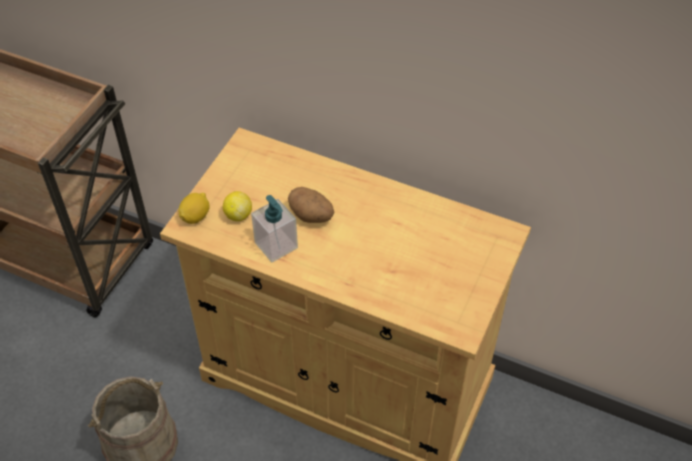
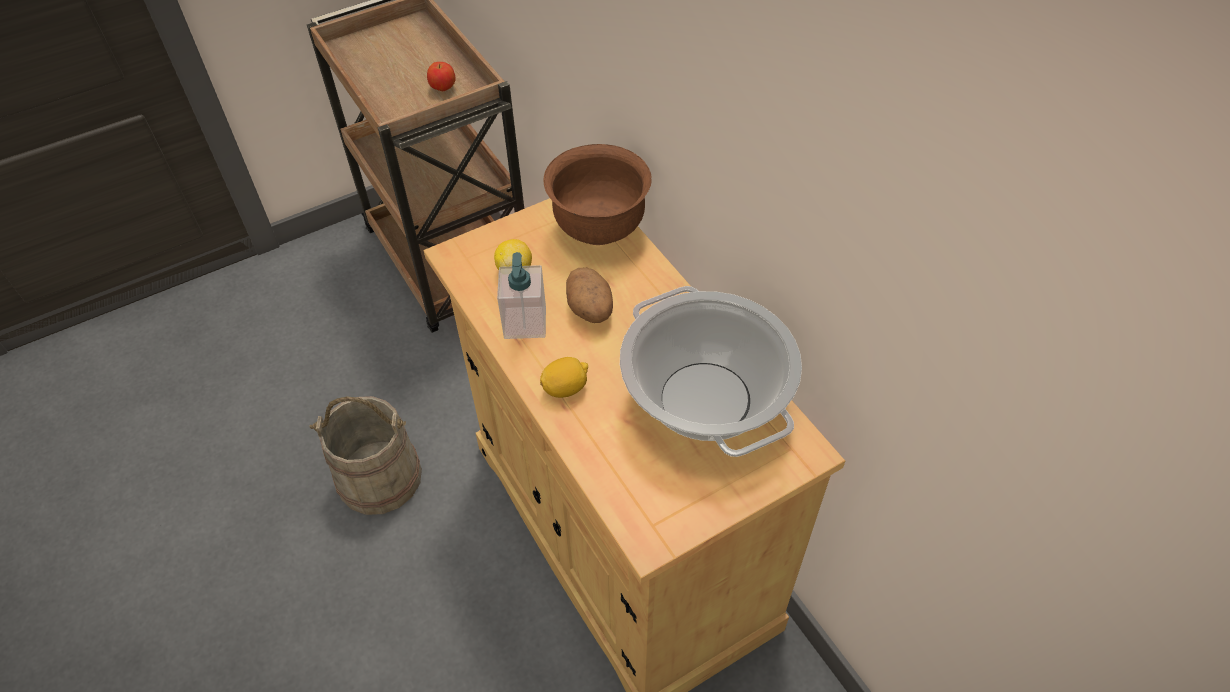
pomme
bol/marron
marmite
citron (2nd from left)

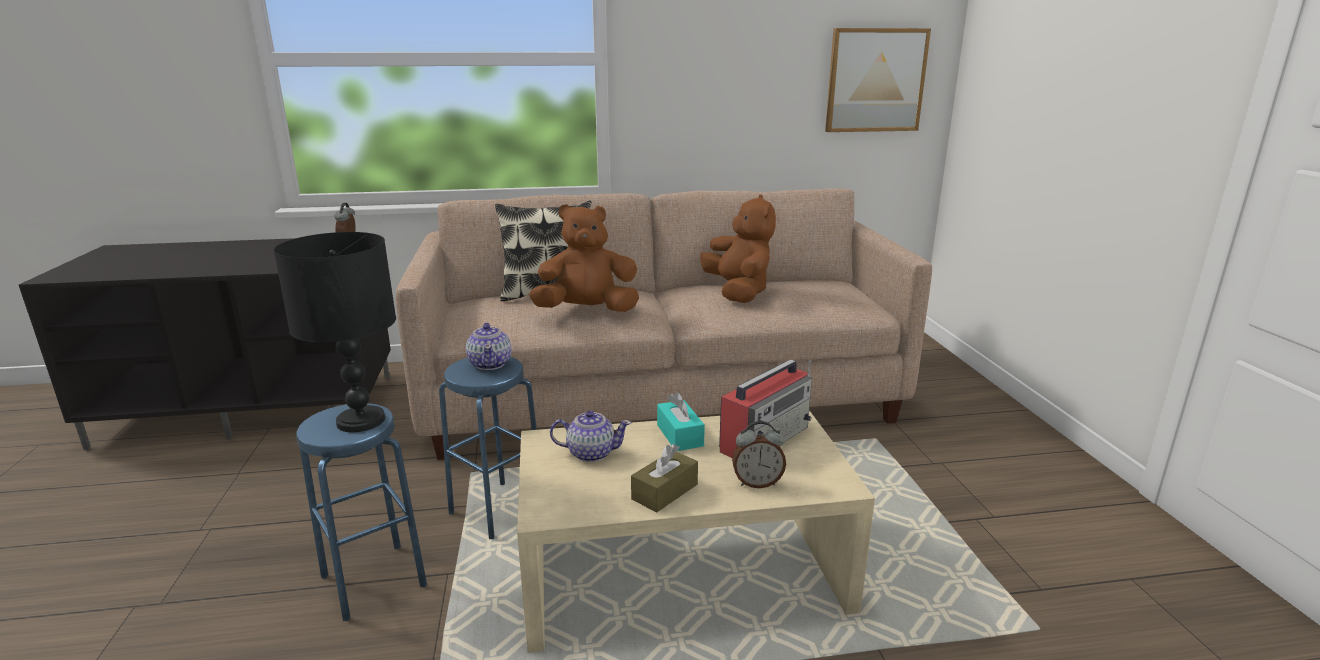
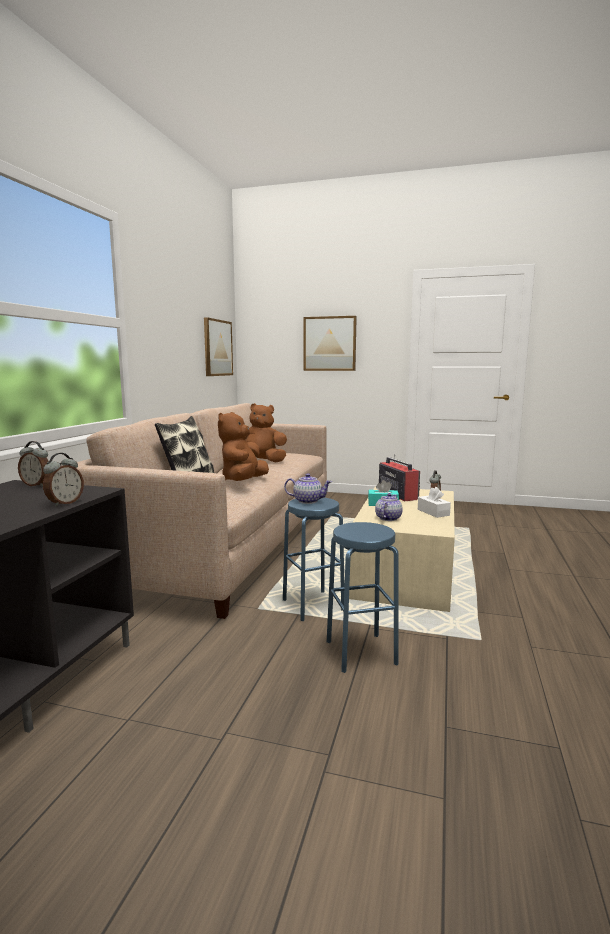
lampe de table/noir
réveil (2nd from left)
tableau (2nd from left)
boîte à mouchoirs/blanc

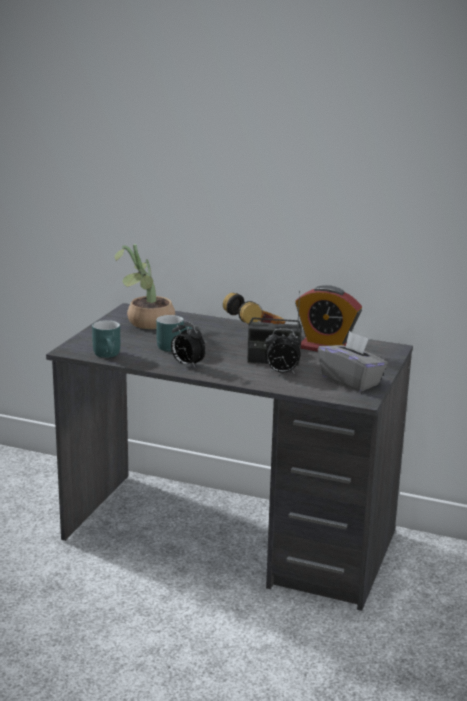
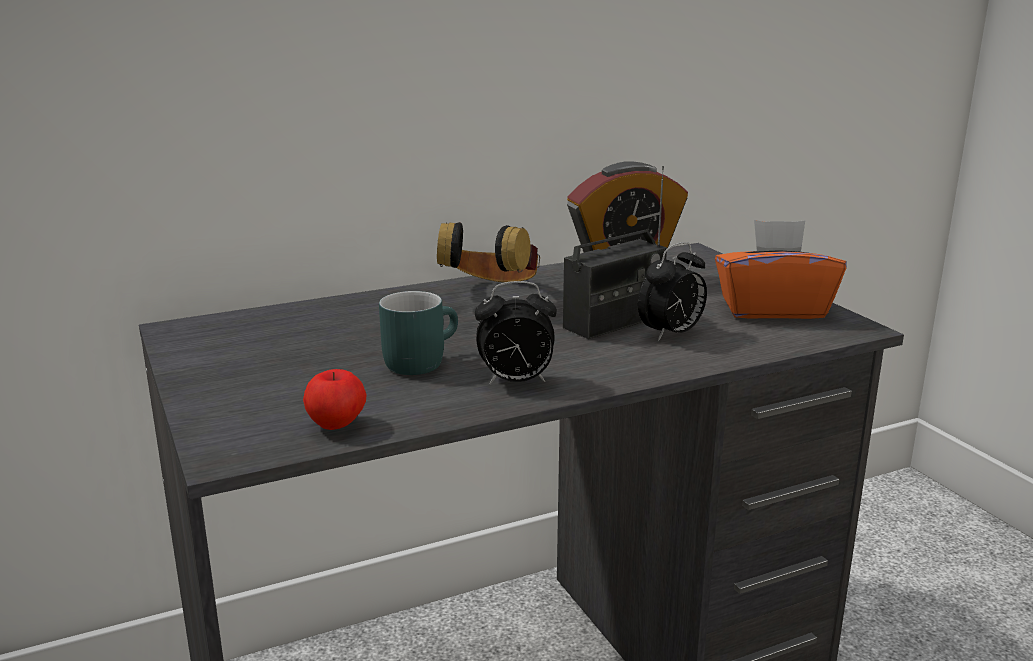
plante en pot
pomme
boîte à mouchoirs/orange

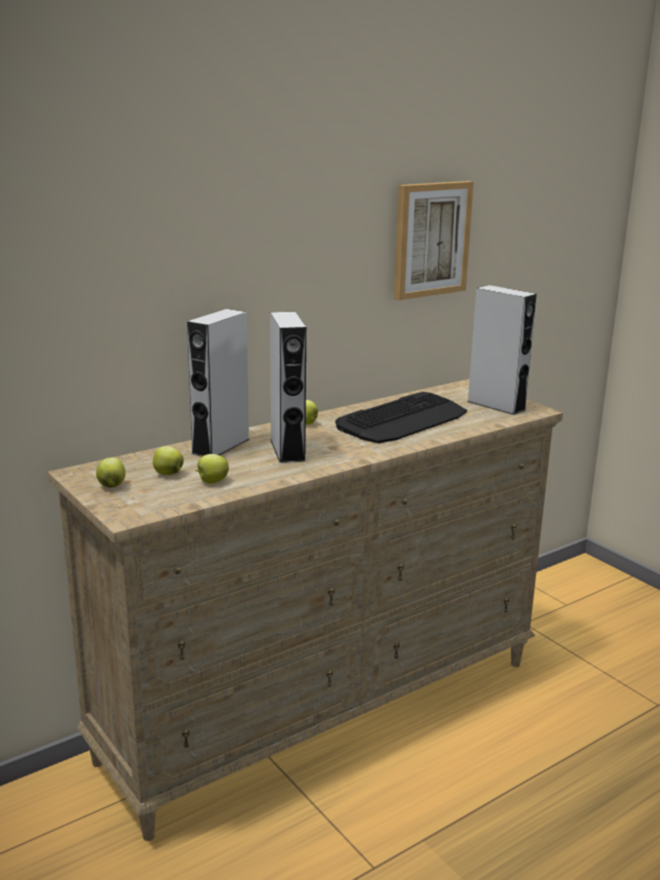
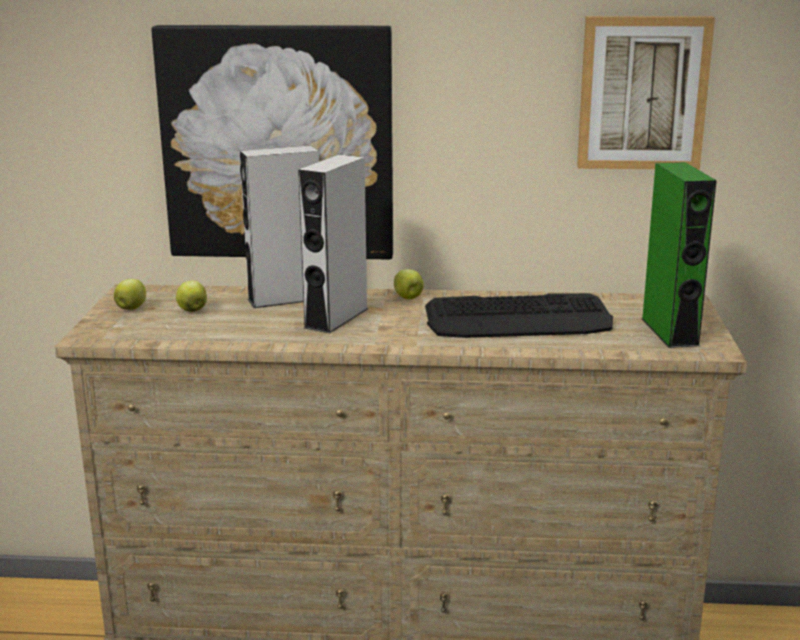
pomme (3rd from left in the first image)
tableau (1st from left)
enceinte/vert

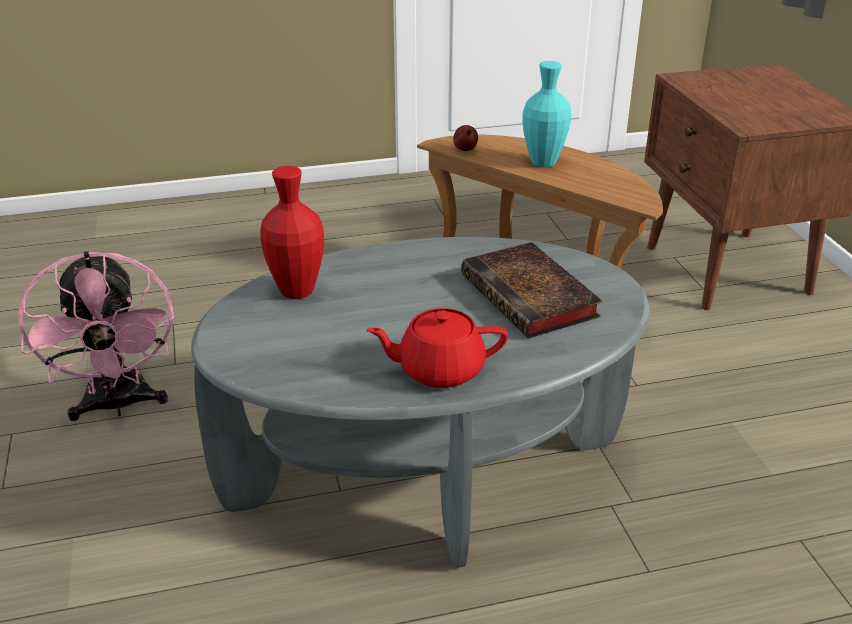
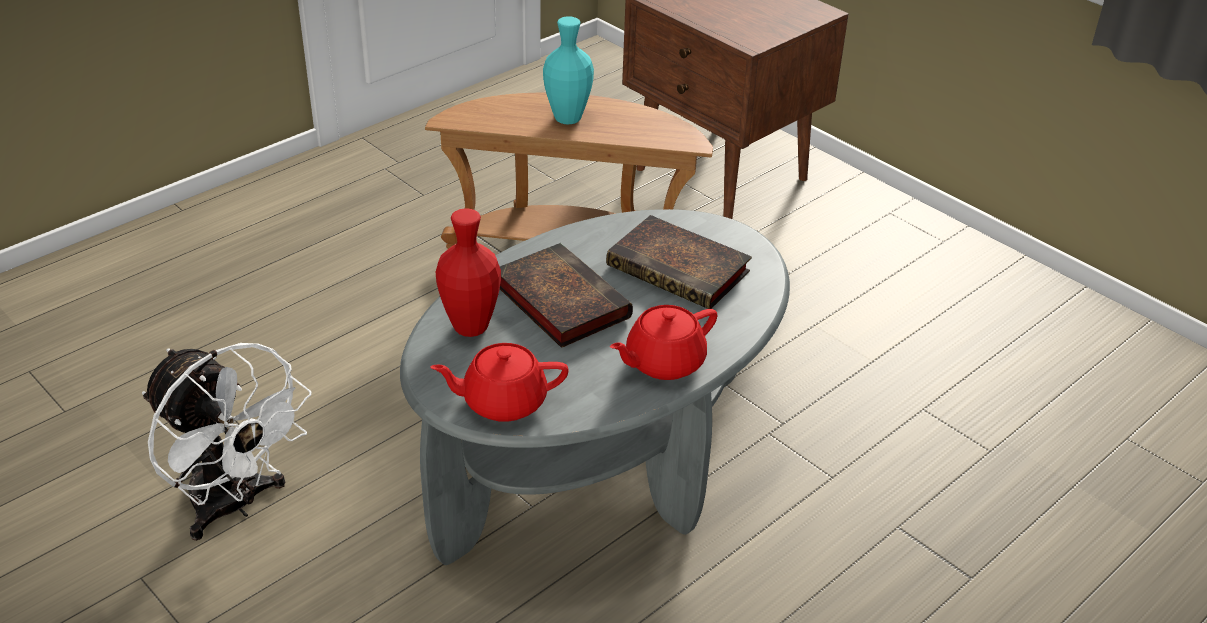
pomme
théière/rouge (1st from left)
livre (1st from left)
ventilateur/blanc

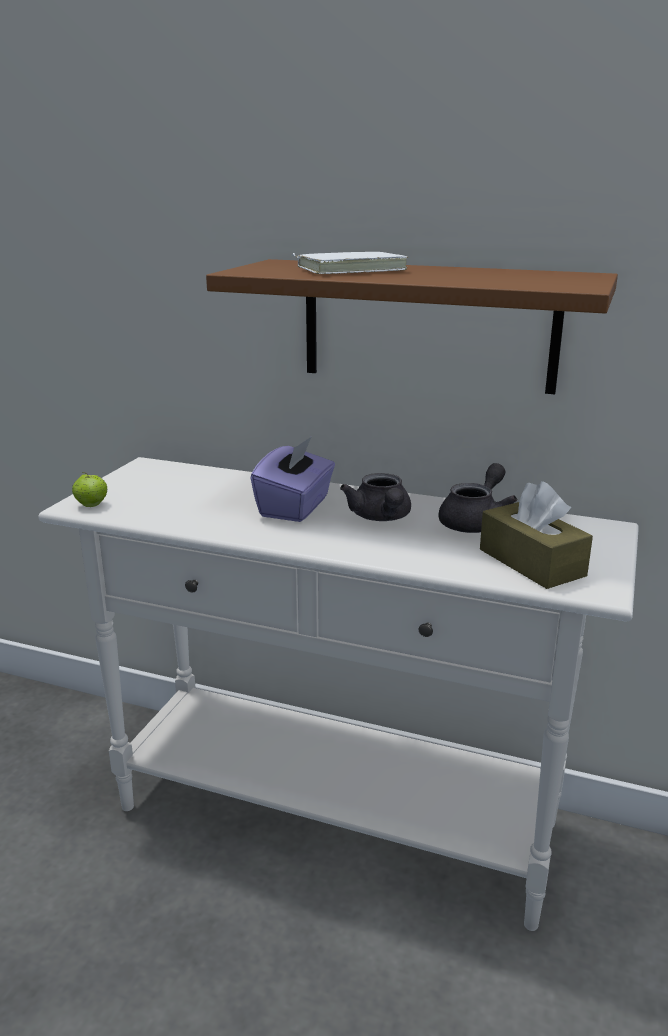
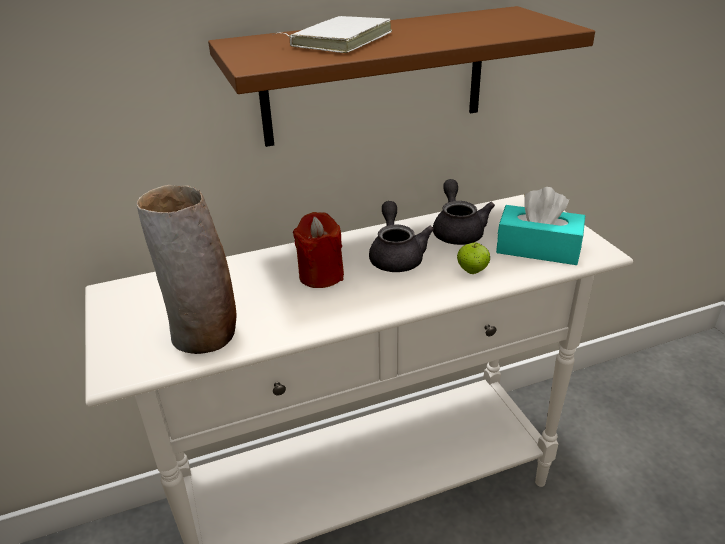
vase
pomme
bougie/rouge
boîte à mouchoirs/turquoise
théière/gris (1st from left)

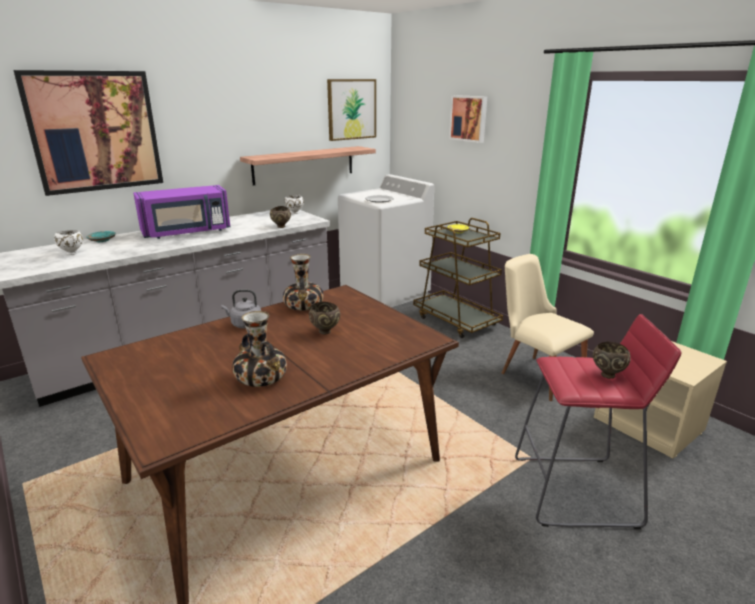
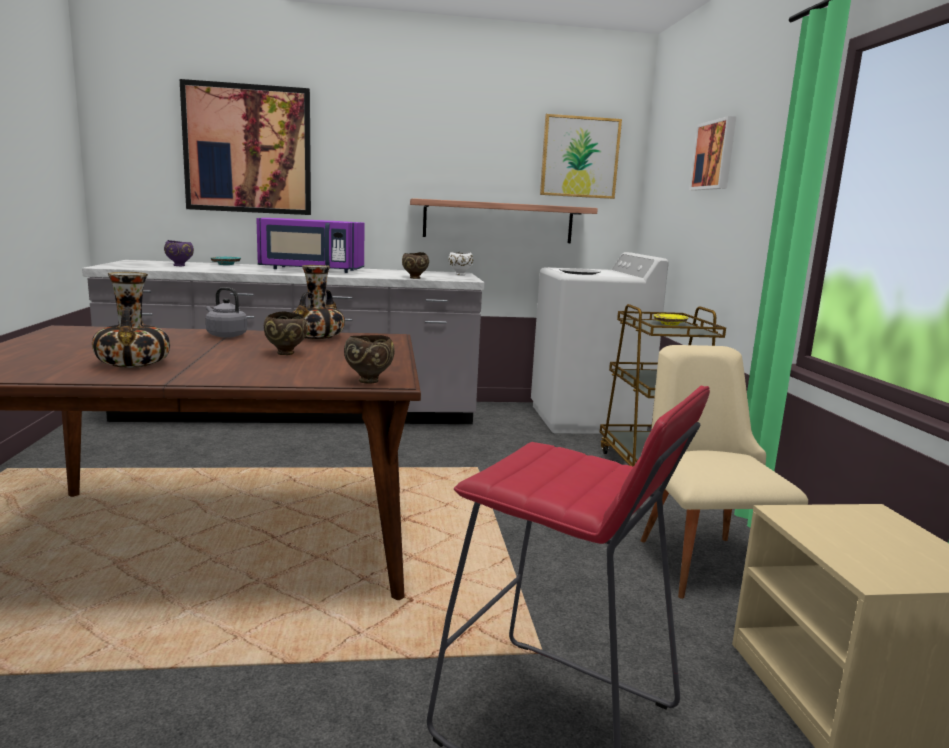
bol/marron (2nd from left)
bol/violet

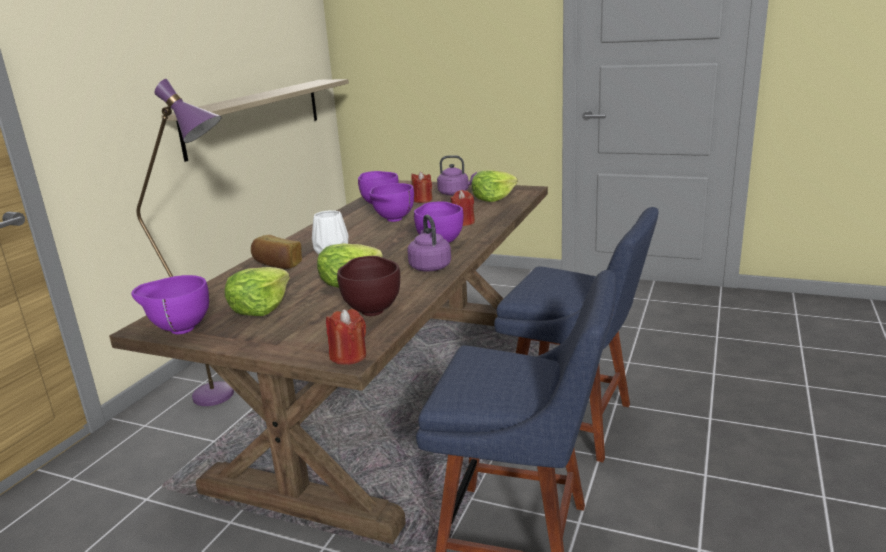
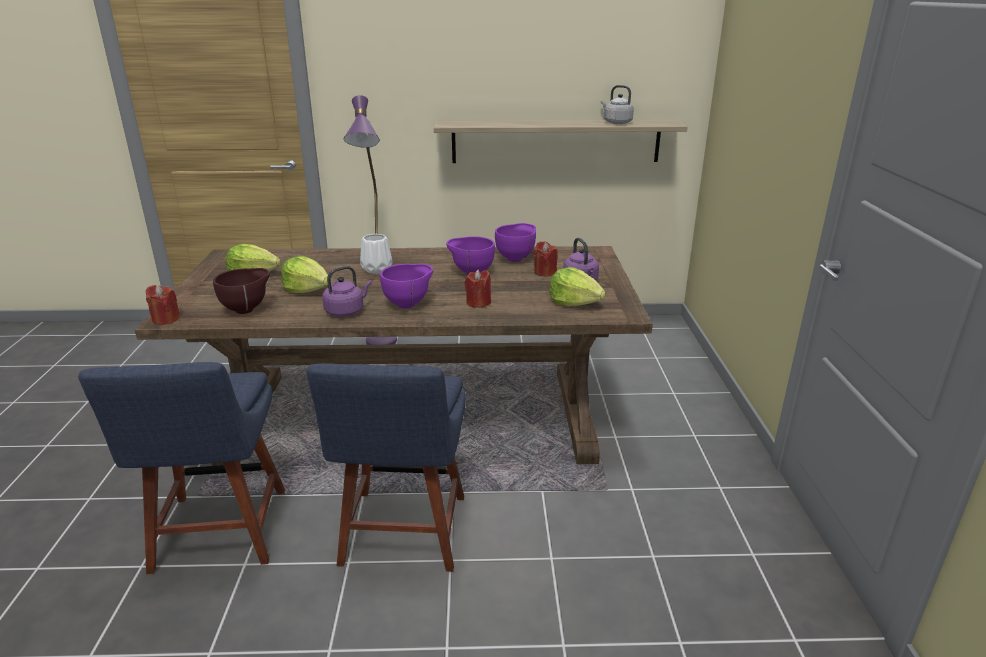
bol/violet (1st from left in the first image)
pain
bouilloire/gris

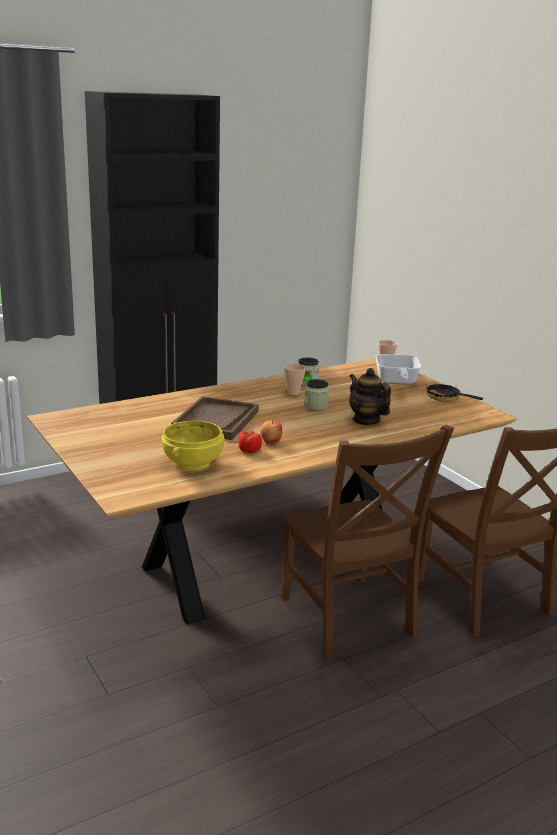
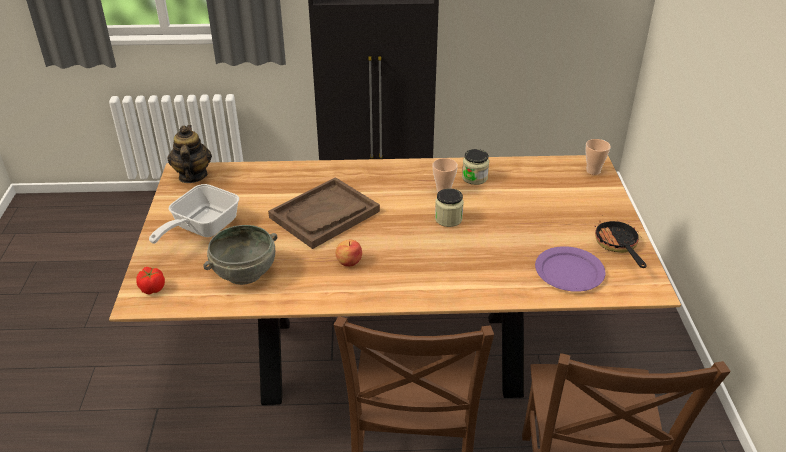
assiette/violet
tomate
théière
poêle (1st from left)
bol/gris

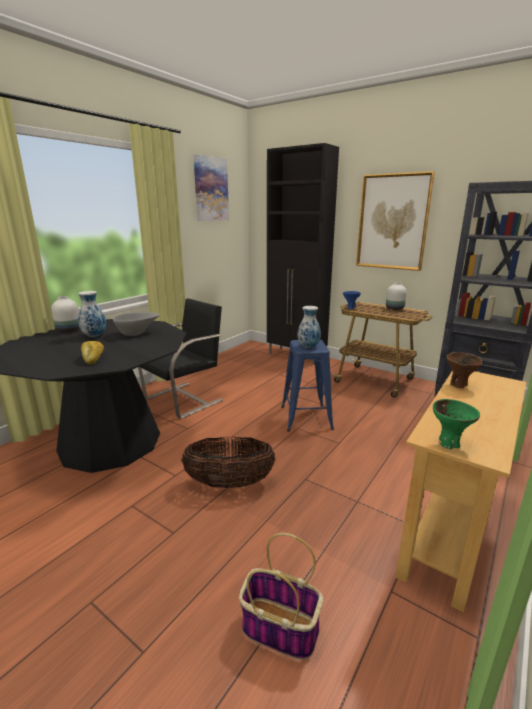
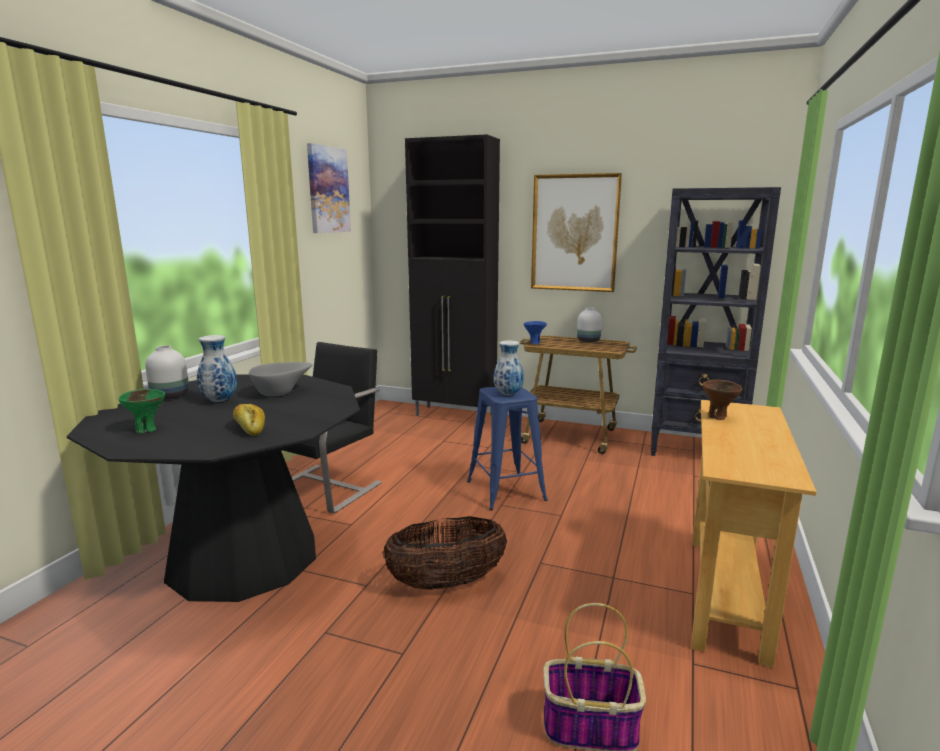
bol/vert

